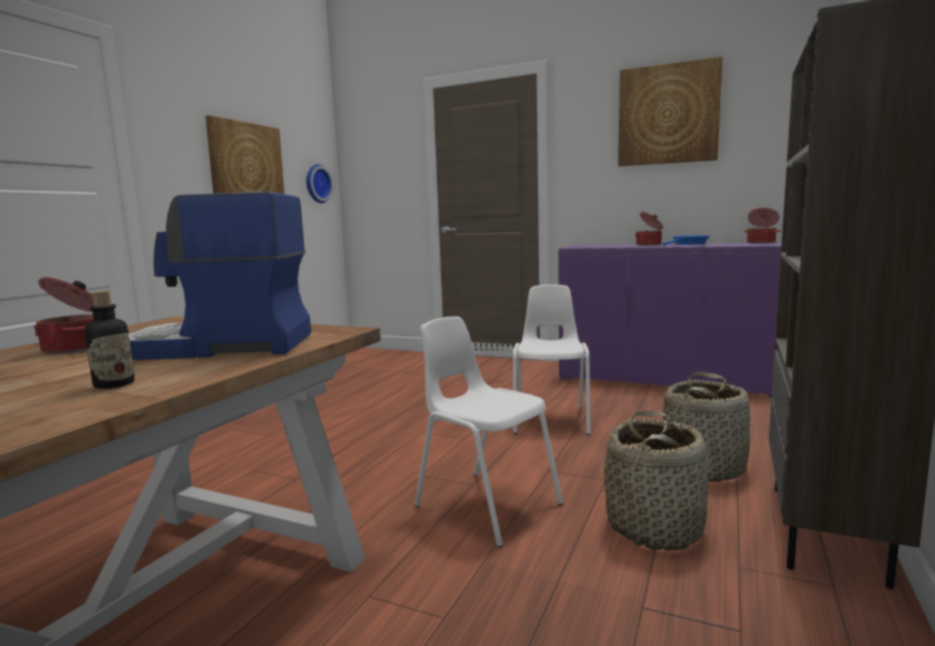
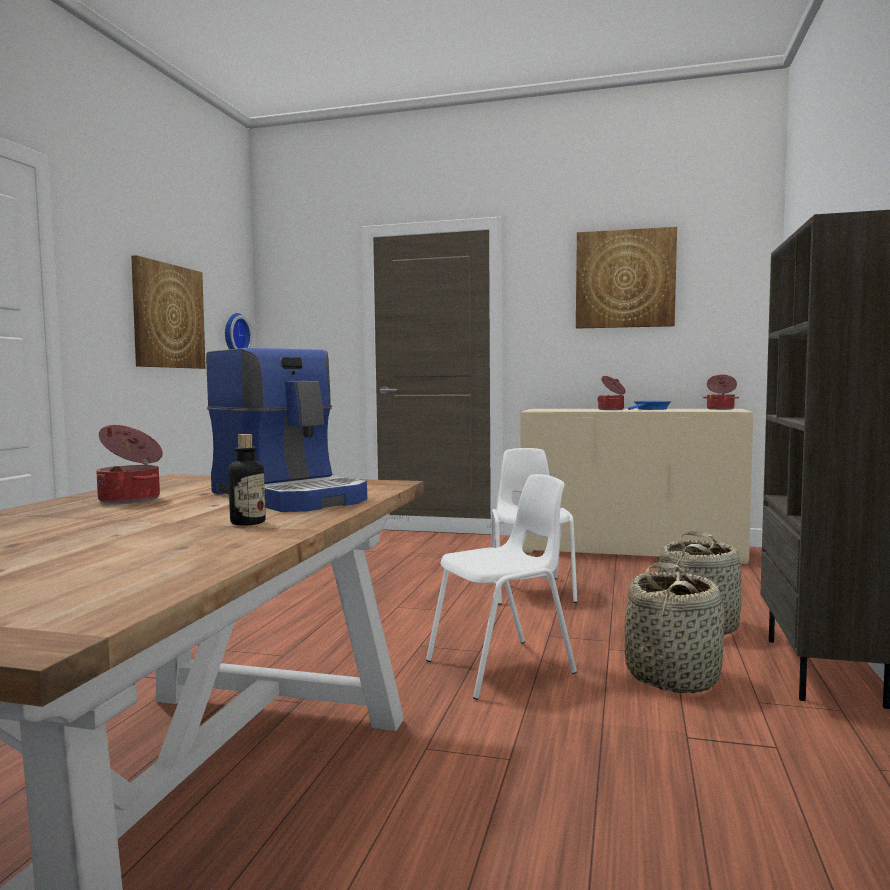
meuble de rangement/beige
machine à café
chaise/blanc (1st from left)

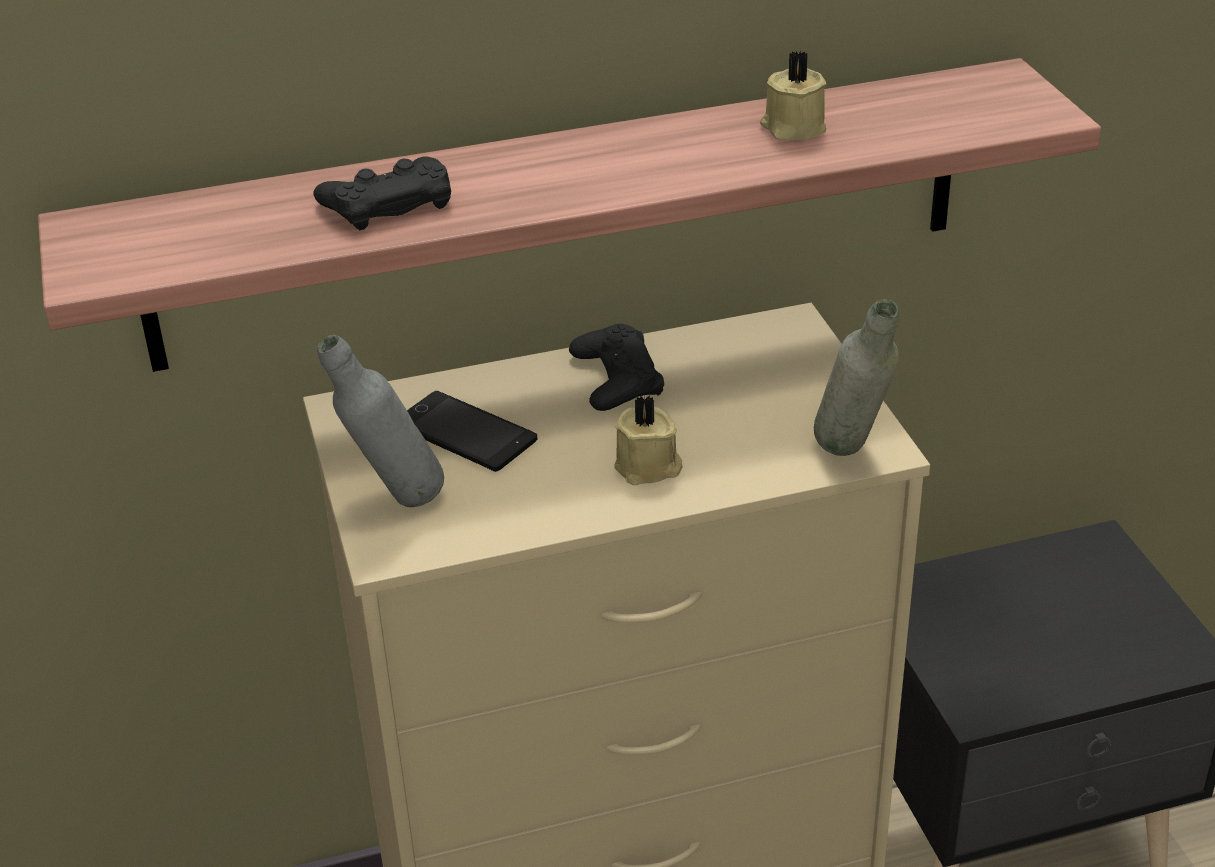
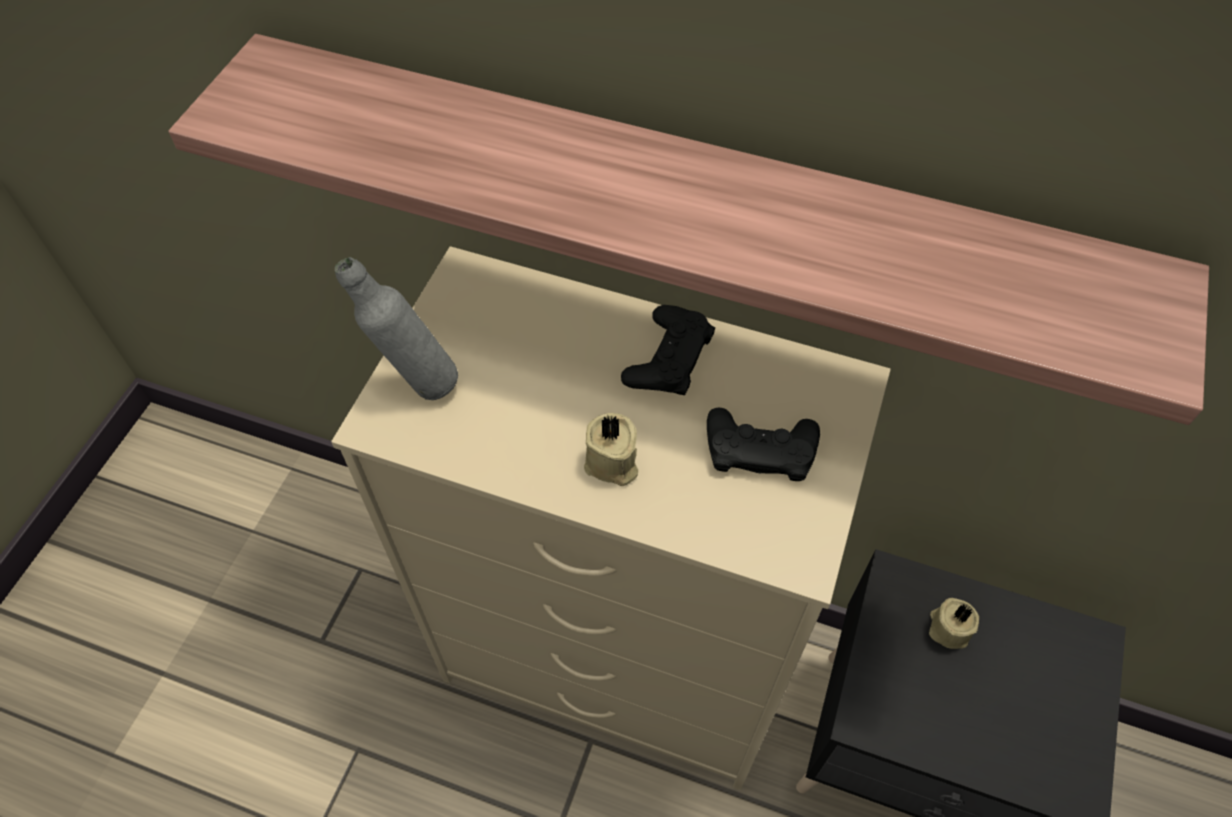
téléphone
bouteille/gris (2nd from left in the first image)
manette/noir (2nd from left)
bougie/beige (2nd from left)

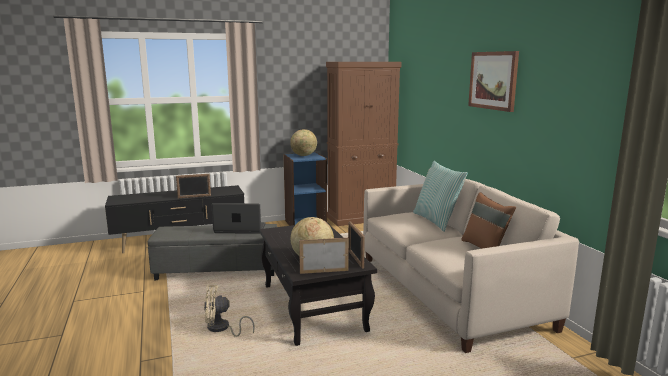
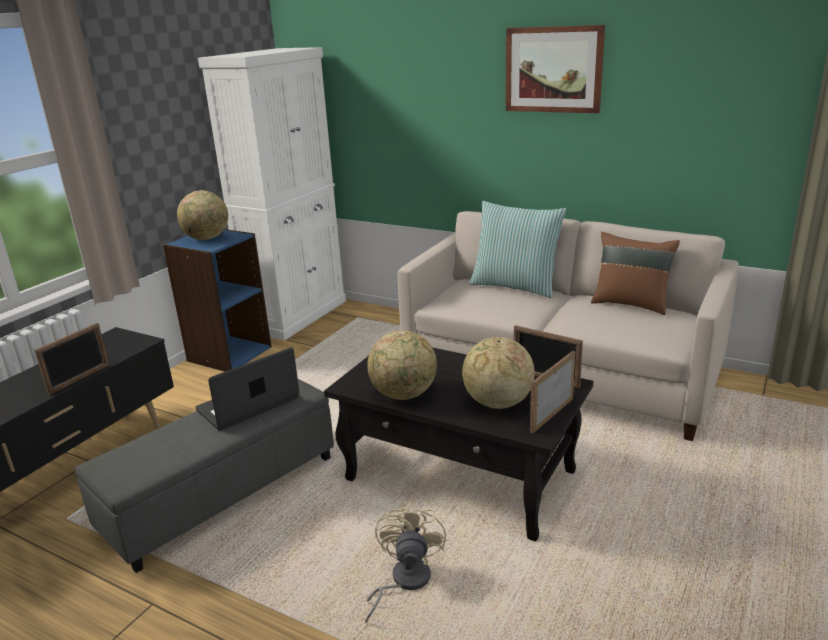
globe (2nd from left)
meuble de rangement/blanc
ventilateur/beige

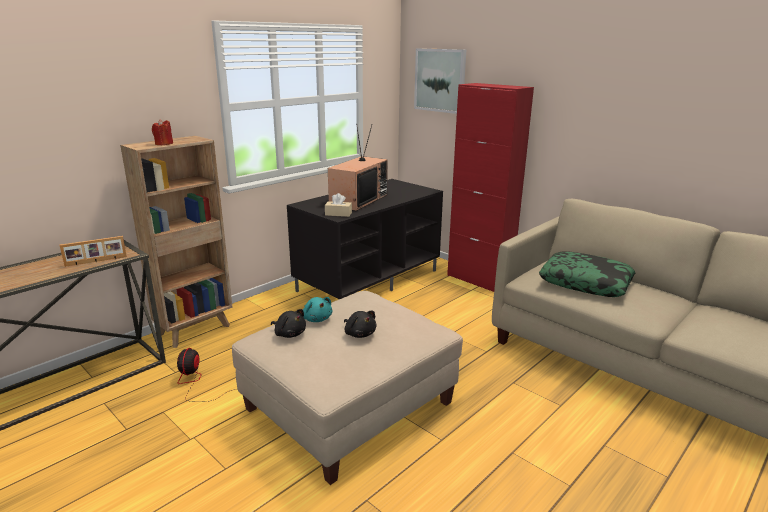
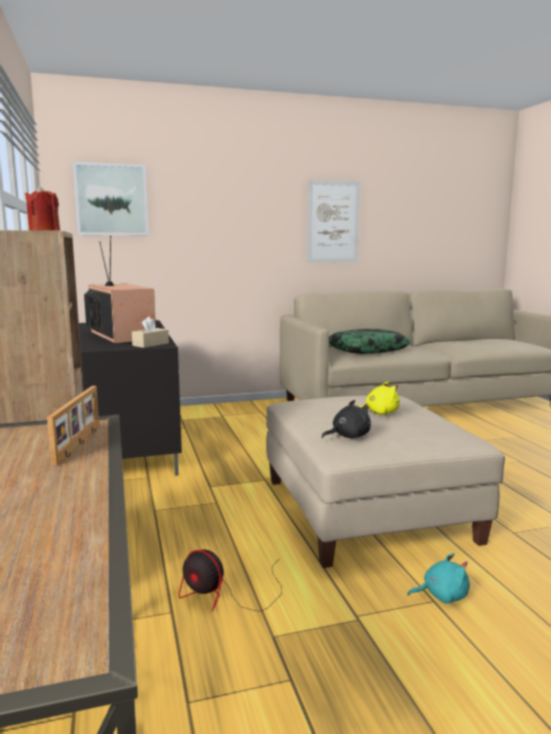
meuble de rangement/rouge
tableau (2nd from left)
peluche/turquoise
peluche/jaune

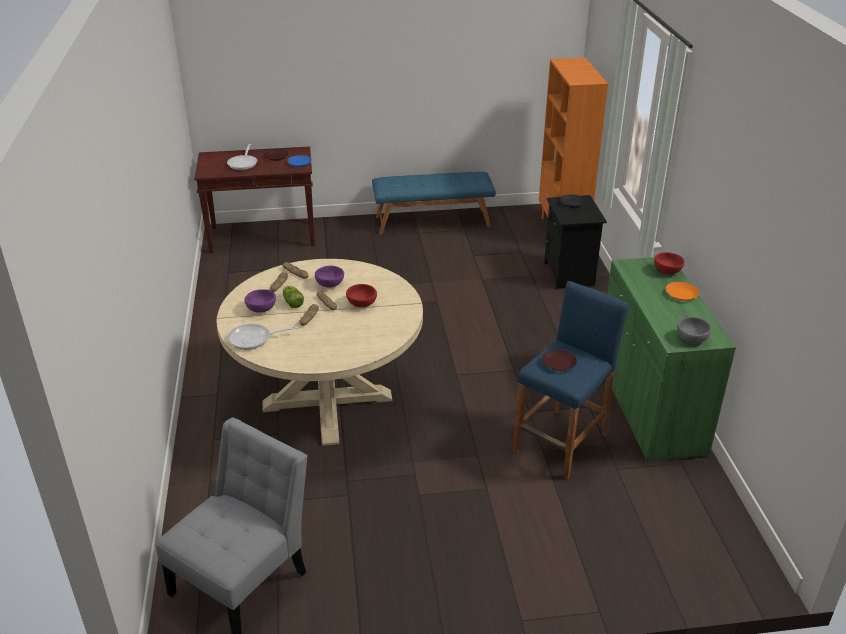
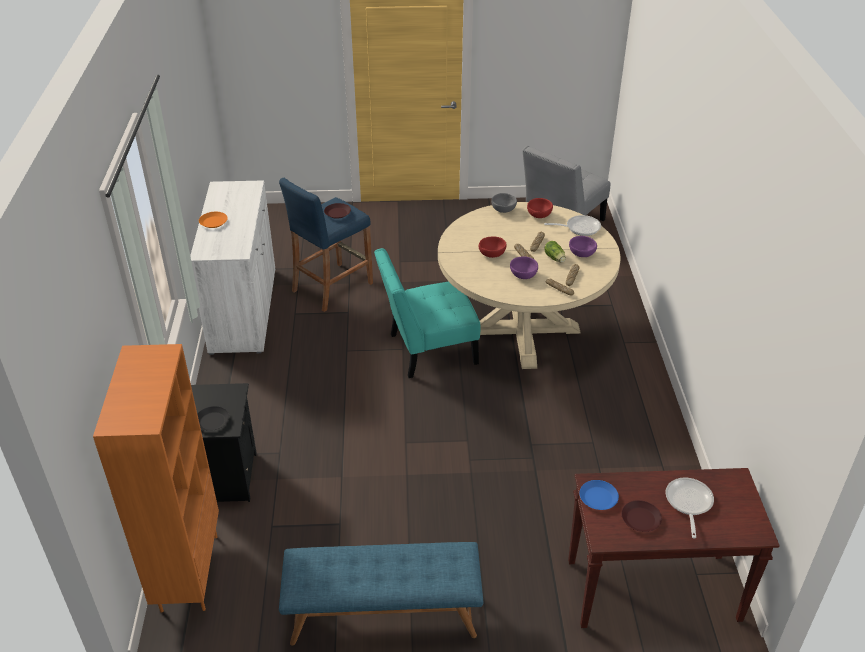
chaise/turquoise
bol/rouge (2nd from left)
bol/gris
meuble de rangement/blanc

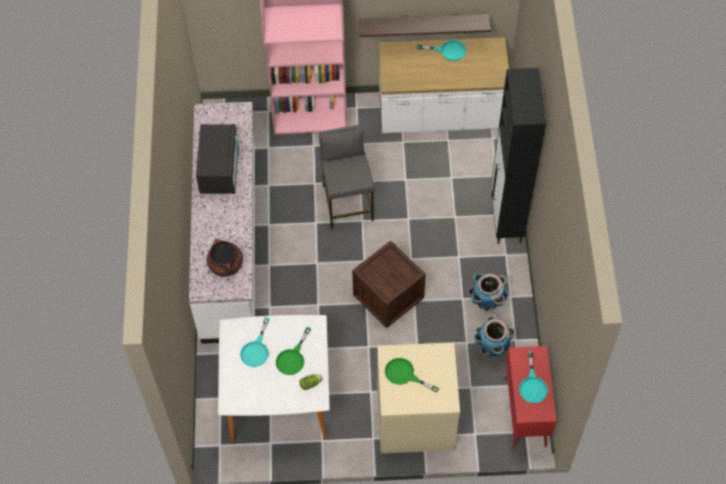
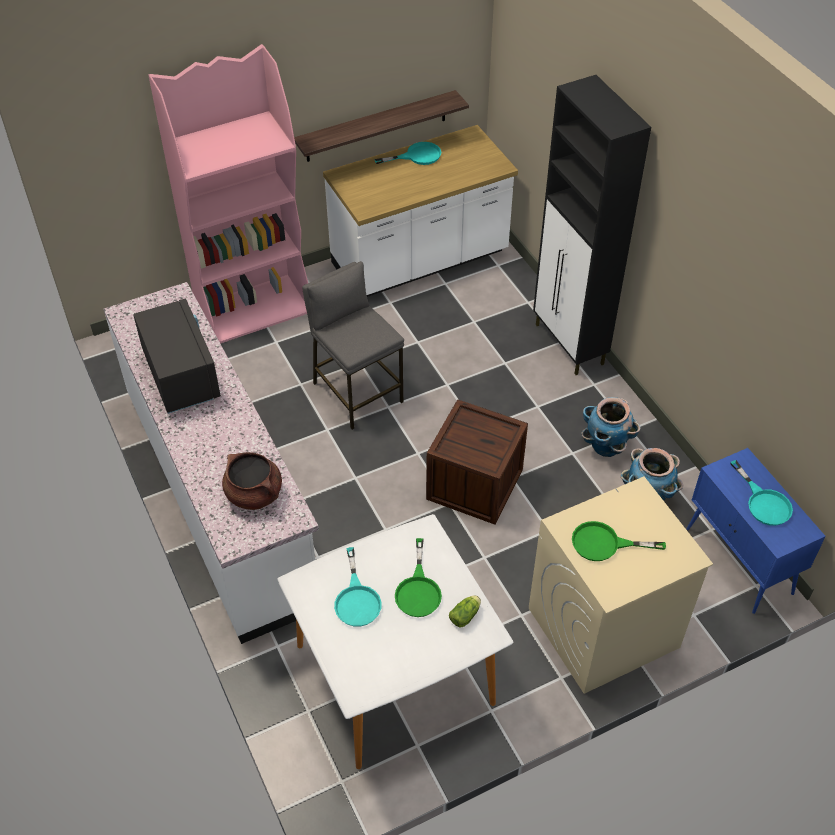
meuble de rangement/bleu

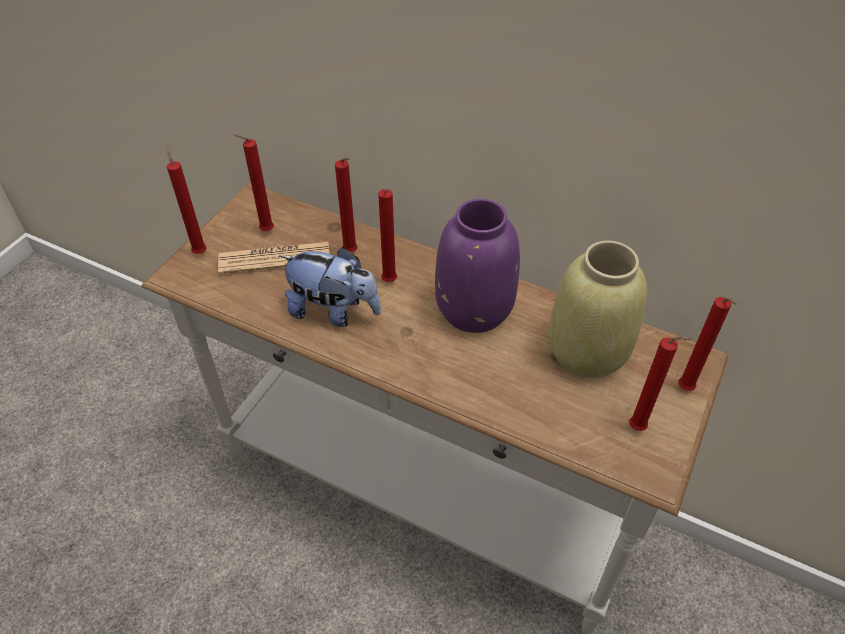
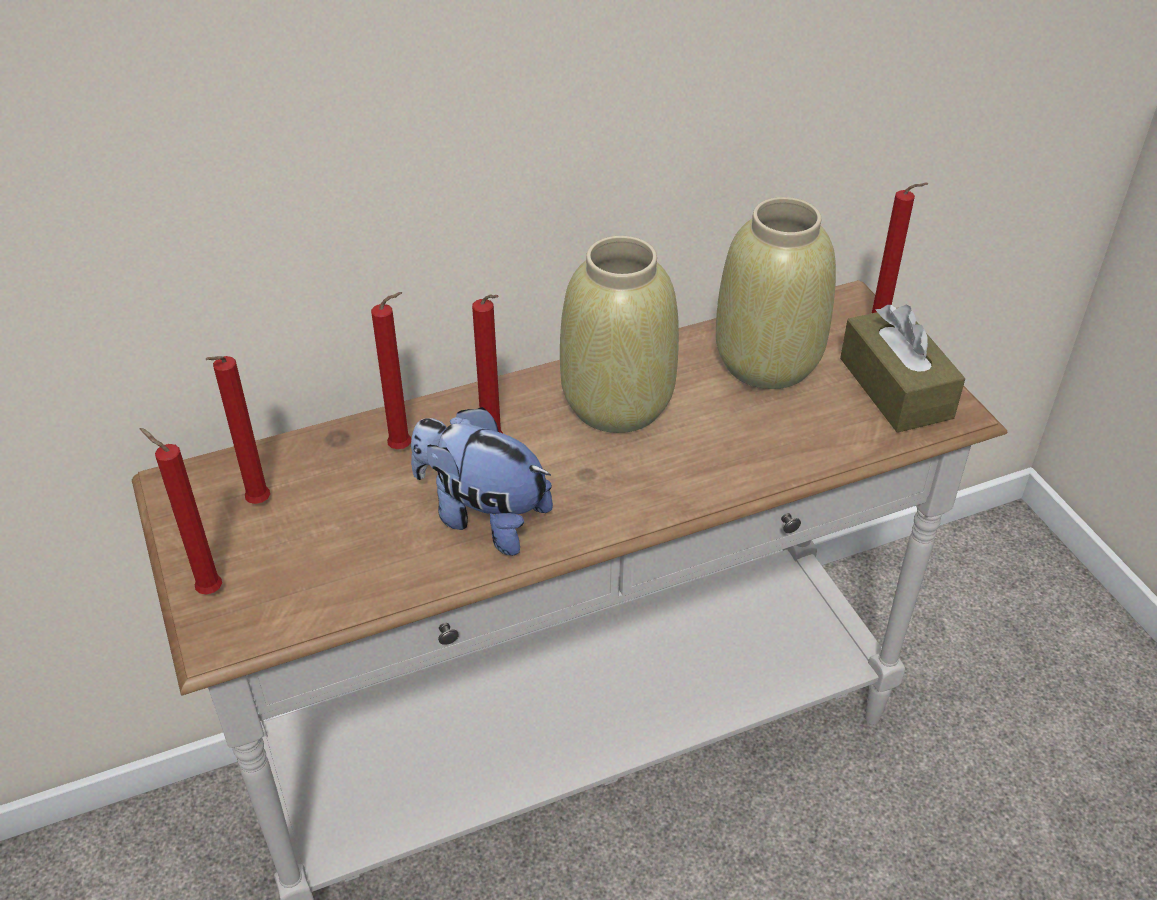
journal
boîte à mouchoirs/marron
vase/beige (1st from left)
peluche

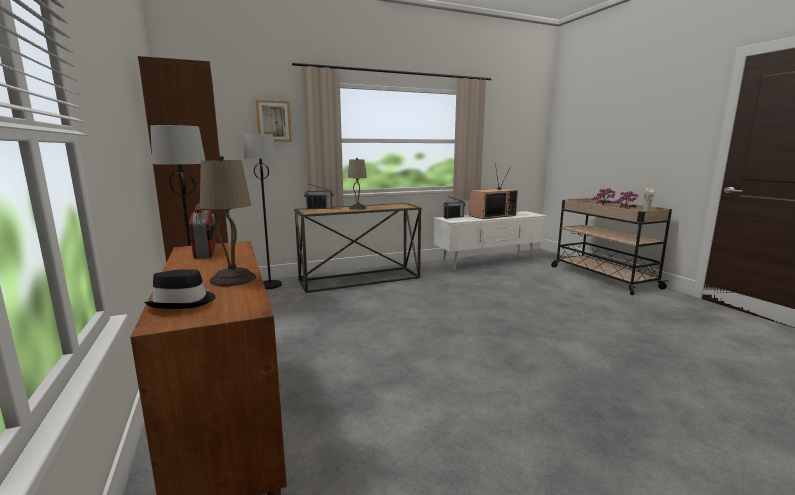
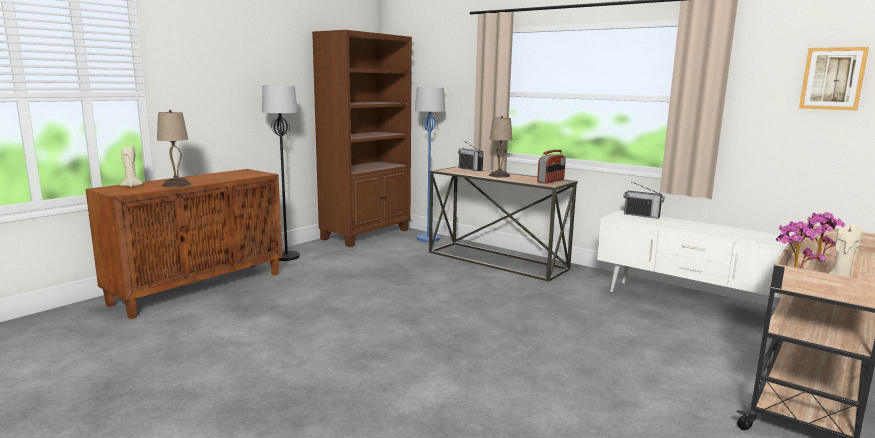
téléviseur
radio (2nd from left)
tableau
bougie/beige (1st from left)
lampadaire/bleu

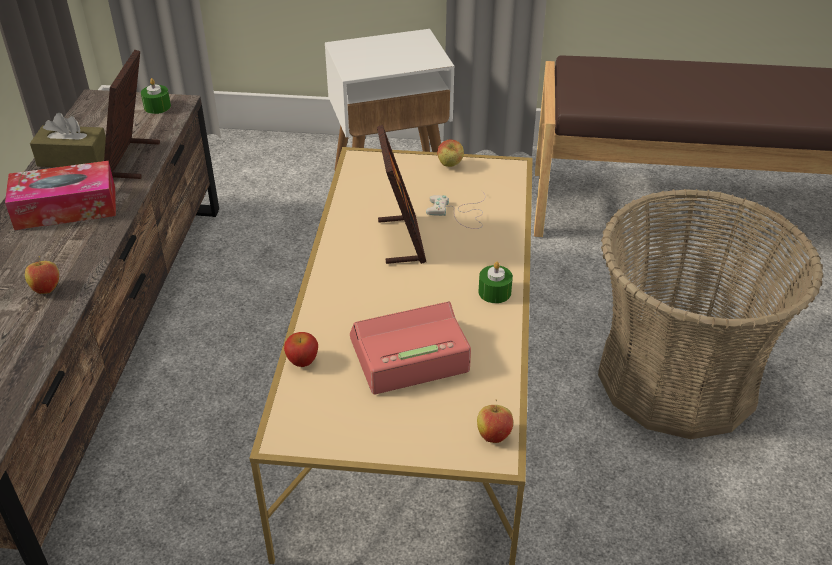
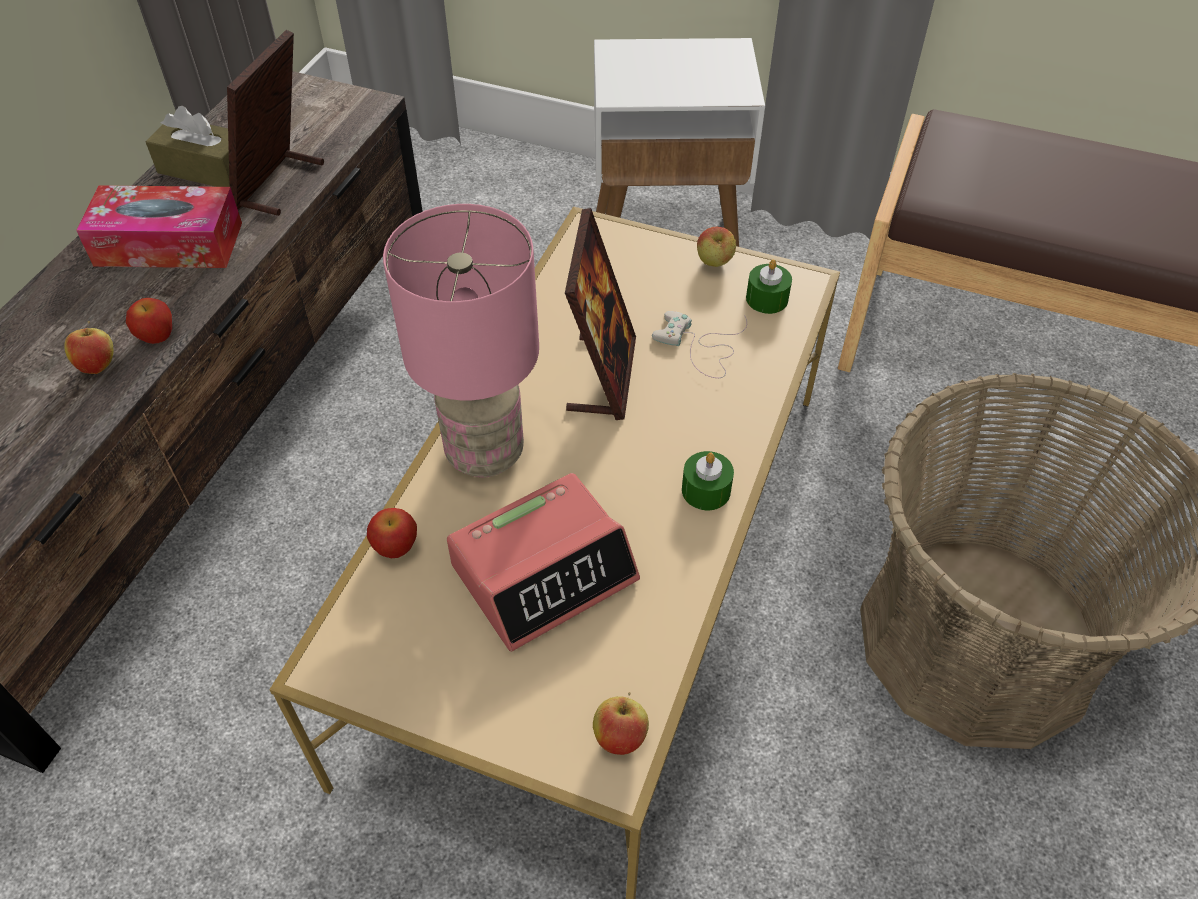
pomme (2nd from left)
lampe de table/rose
bougie/vert (2nd from left)
réveil

